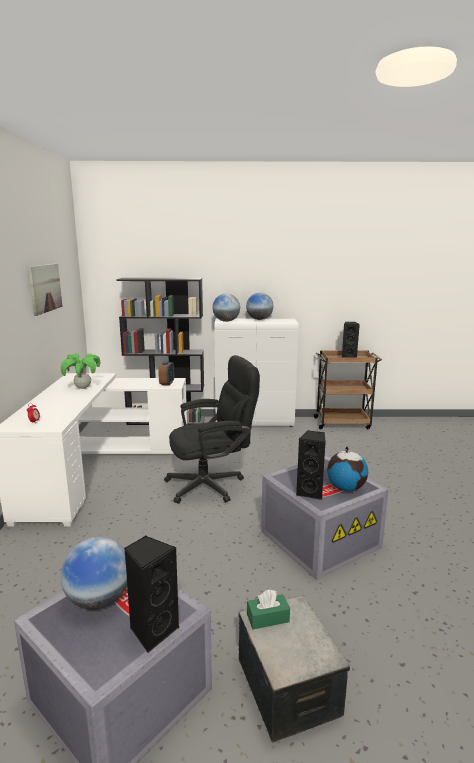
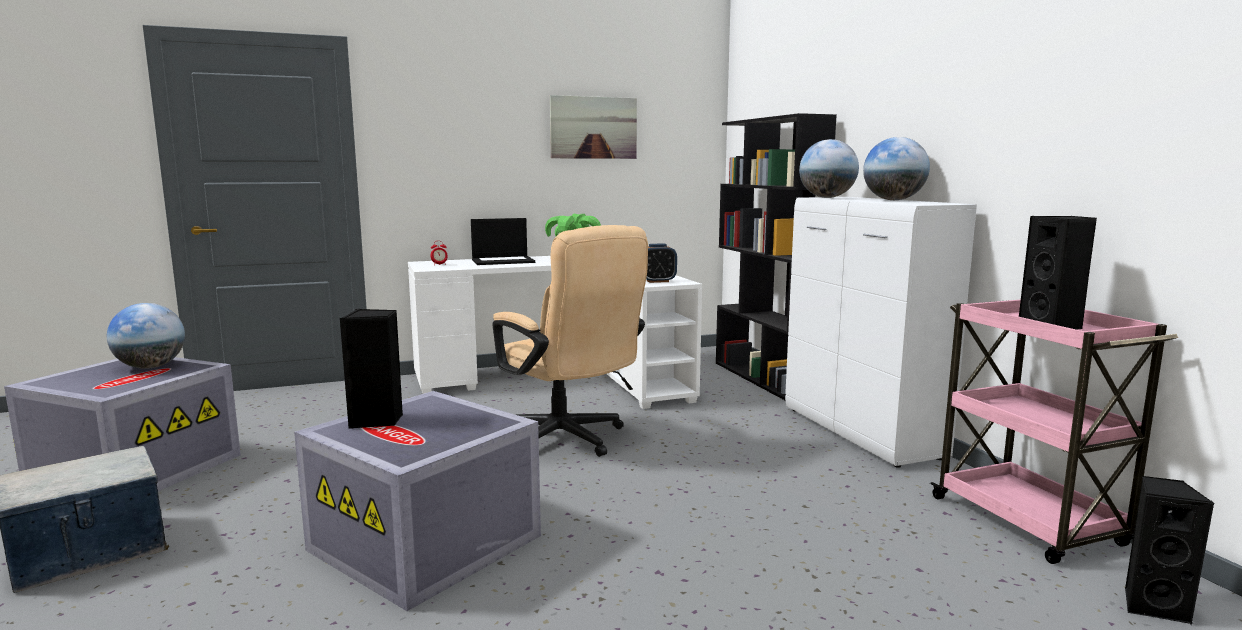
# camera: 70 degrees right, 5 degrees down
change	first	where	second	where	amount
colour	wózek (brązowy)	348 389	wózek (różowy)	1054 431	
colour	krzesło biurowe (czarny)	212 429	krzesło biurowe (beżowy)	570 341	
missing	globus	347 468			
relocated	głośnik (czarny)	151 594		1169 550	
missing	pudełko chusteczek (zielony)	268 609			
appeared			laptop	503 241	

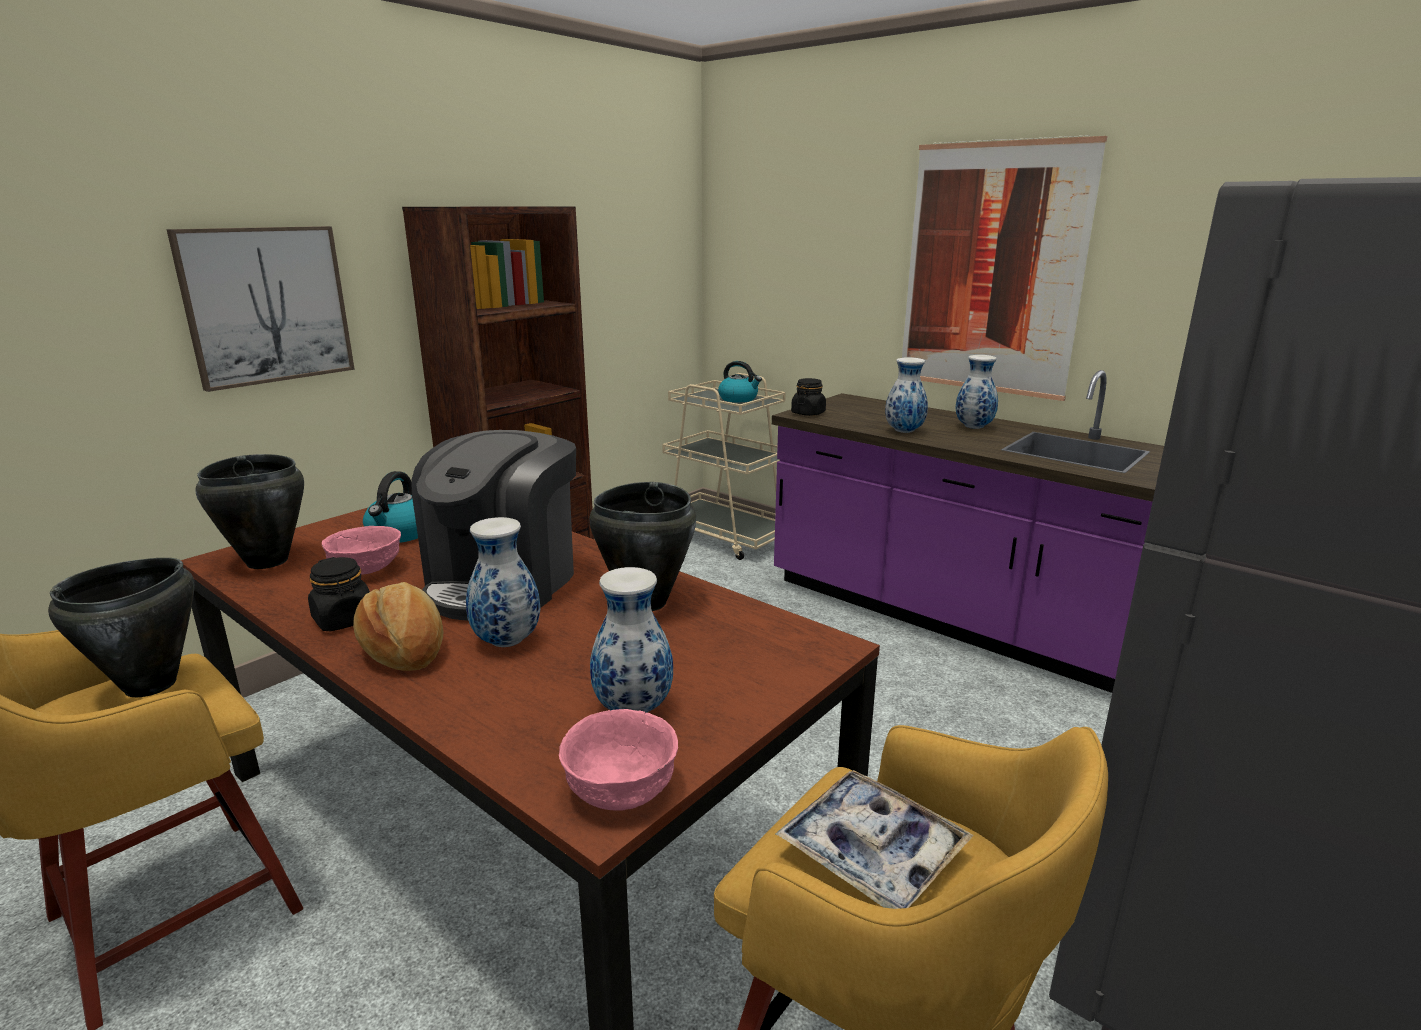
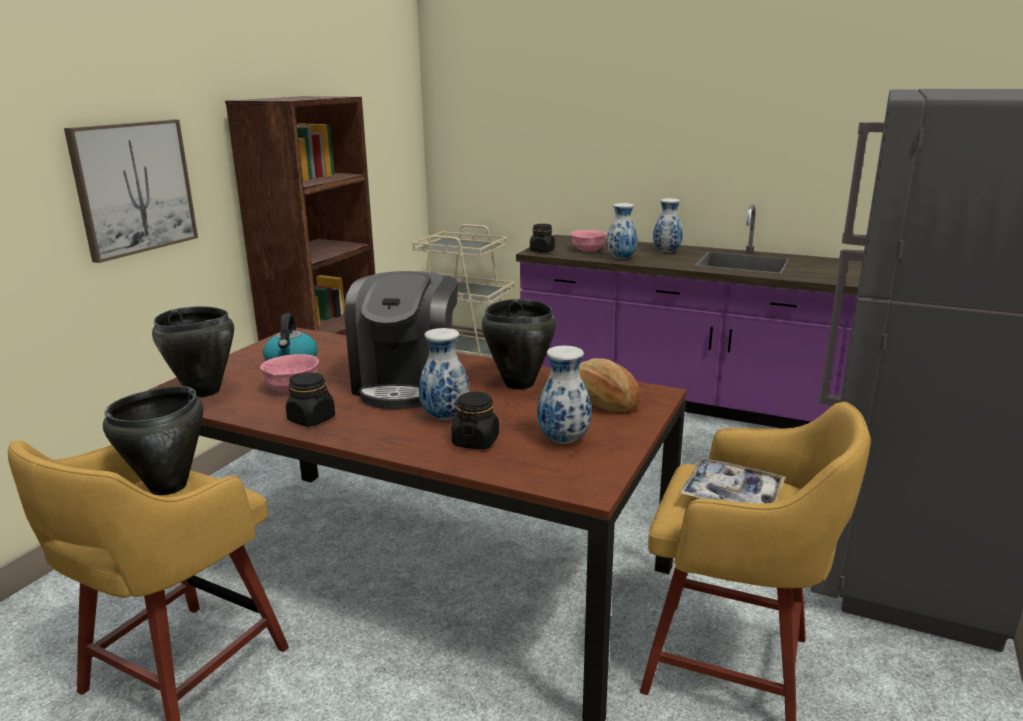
# camera: 15 degrees left, 0 degrees up
change	first	where	second	where	amount
missing	obraz	1004 268			
missing	czajnik	740 381			
relocated	chleb	398 626		610 385	
relocated	miska (różowy)	618 760		588 241	
appeared			słoik (czarny)	475 420	

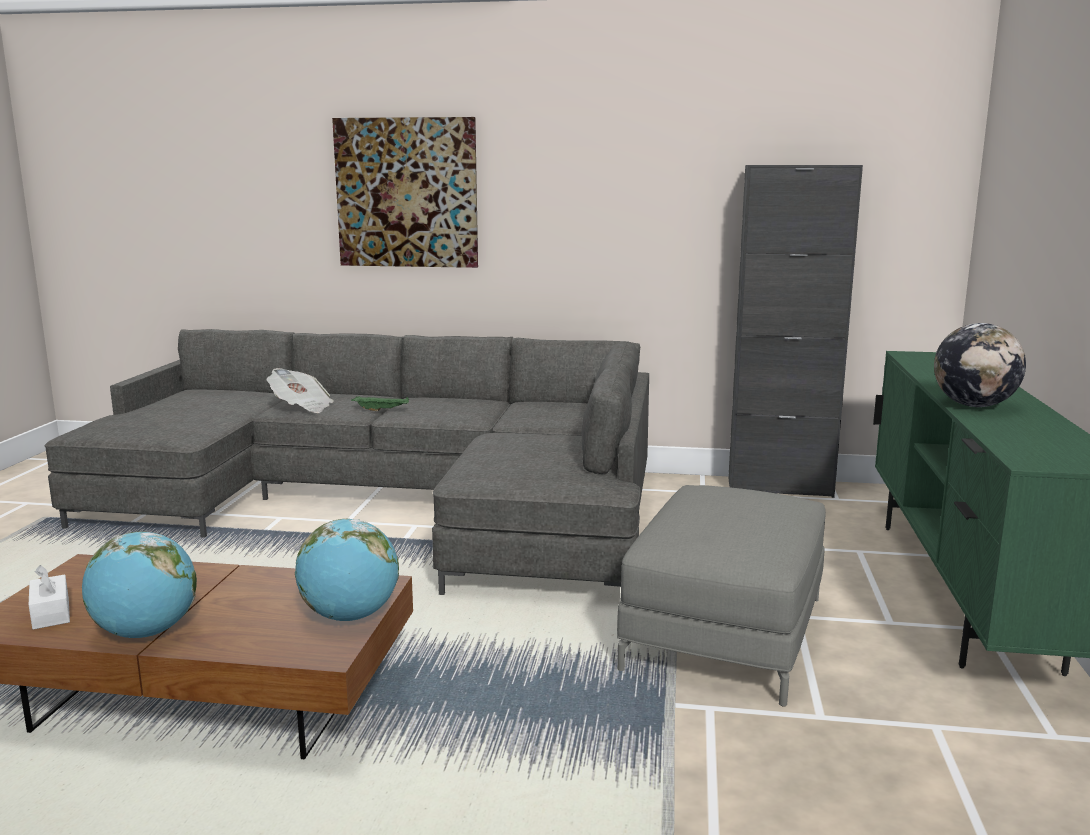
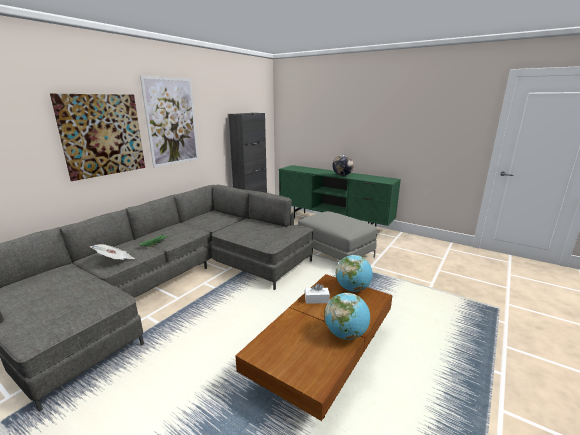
# camera: 65 degrees left, 5 degrees up
change	first	where	second	where	amount
relocated	pudełko chusteczek (biały)	49 597		317 293	
appeared			obraz	169 121	

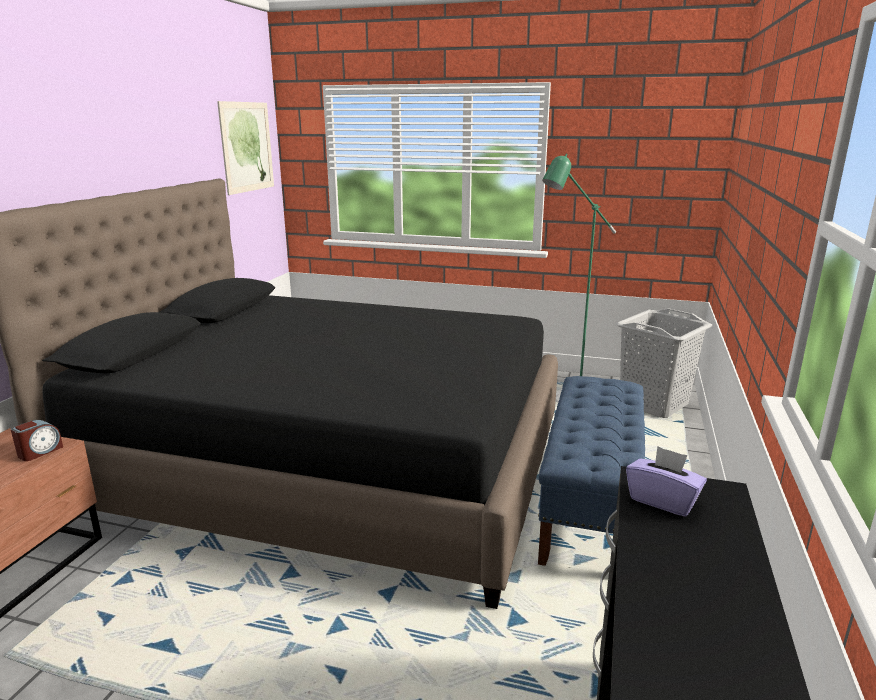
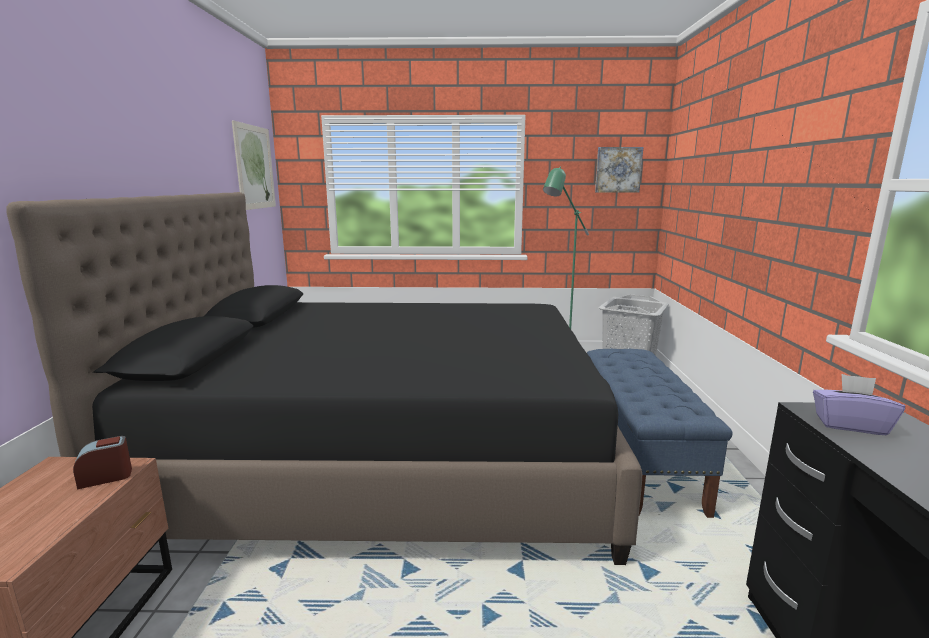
# camera: 15 degrees left, 5 degrees down
change	first	where	second	where	amount
spun	budzik	37 440		102 462	135 degrees counterclockwise
appeared			obraz	619 170	

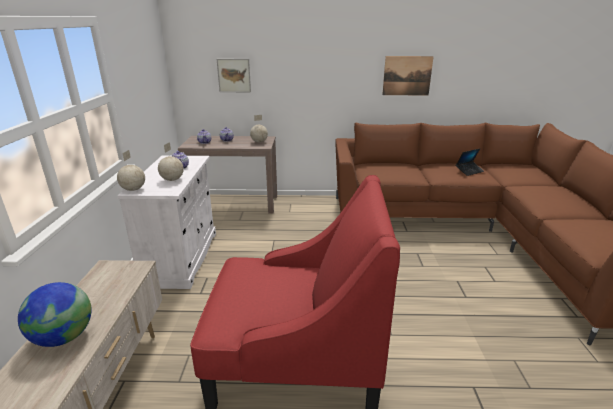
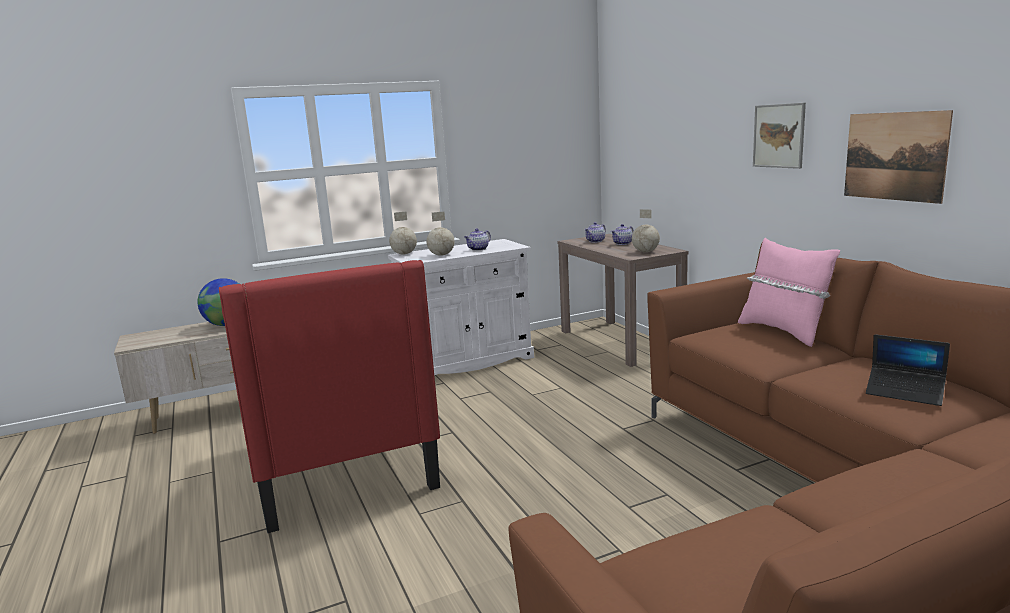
# camera: 65 degrees right, 10 degrees down
change	first	where	second	where	amount
relocated	obraz	234 75		779 136	
appeared			poduszka (różowy)	789 292	

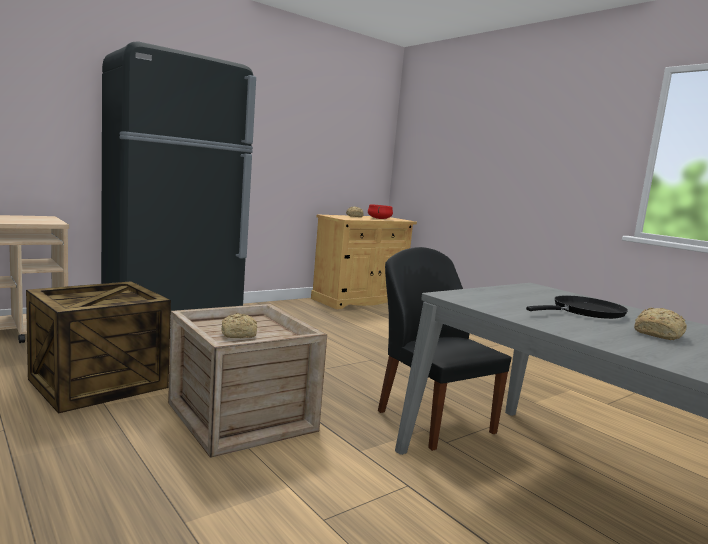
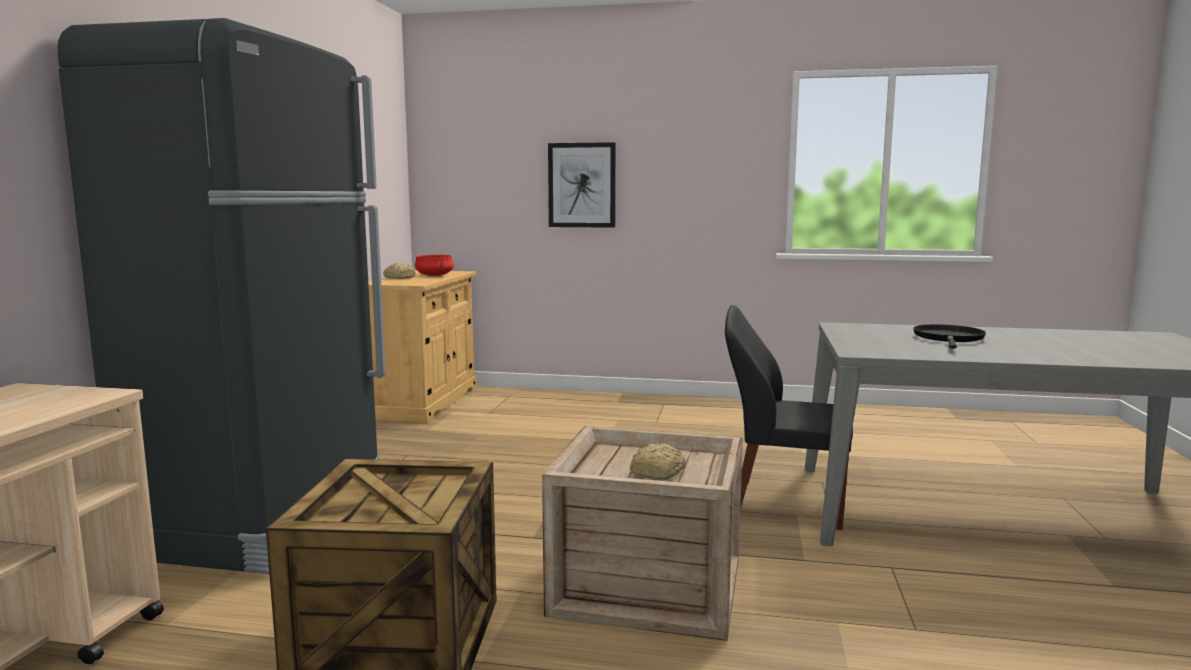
# camera: 40 degrees left, 0 degrees up
change	first	where	second	where	amount
missing	chleb	660 323			
appeared			obraz	582 185	

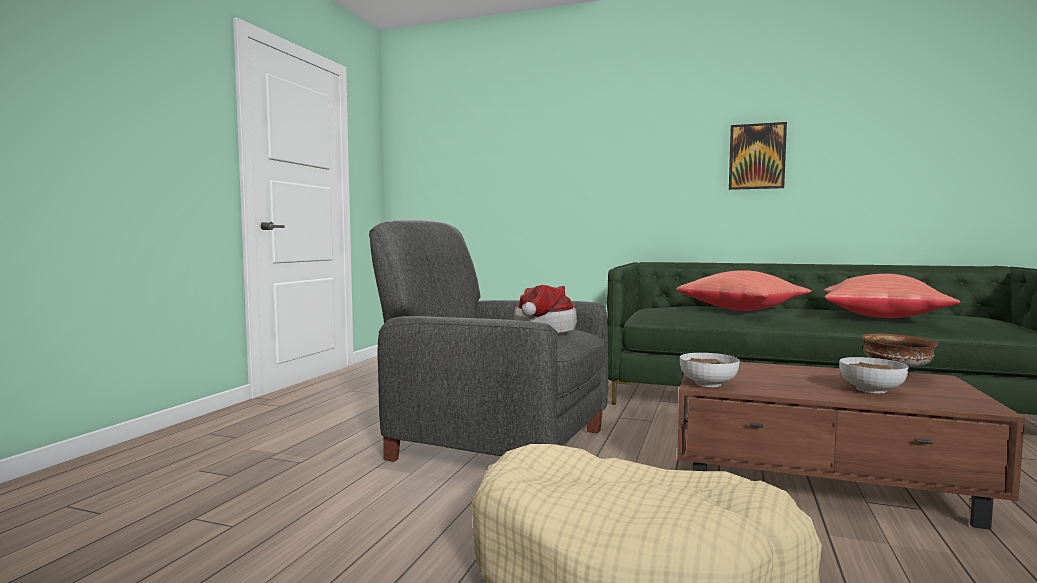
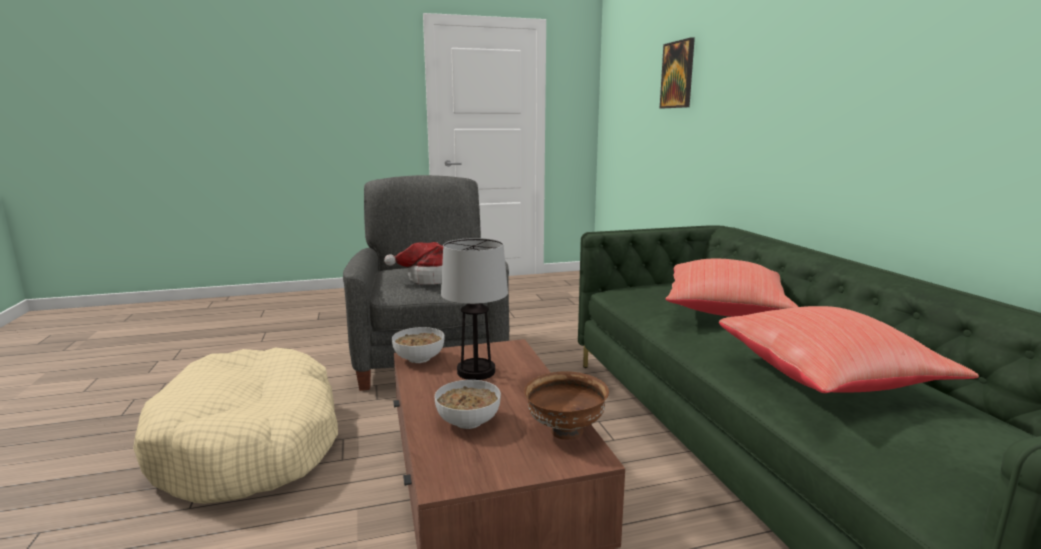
# camera: 55 degrees right, 10 degrees up
change	first	where	second	where	amount
relocated	obraz	758 156		677 72	
appeared			lampa stołowa	474 309	

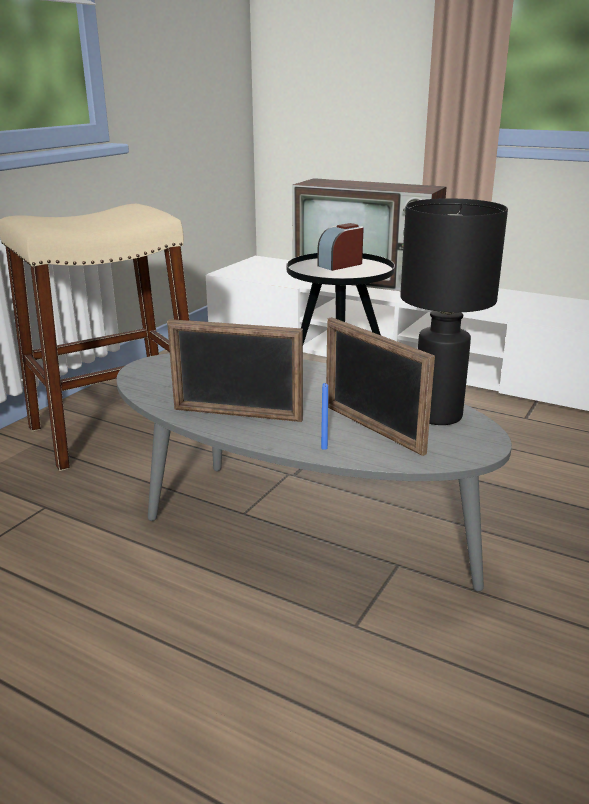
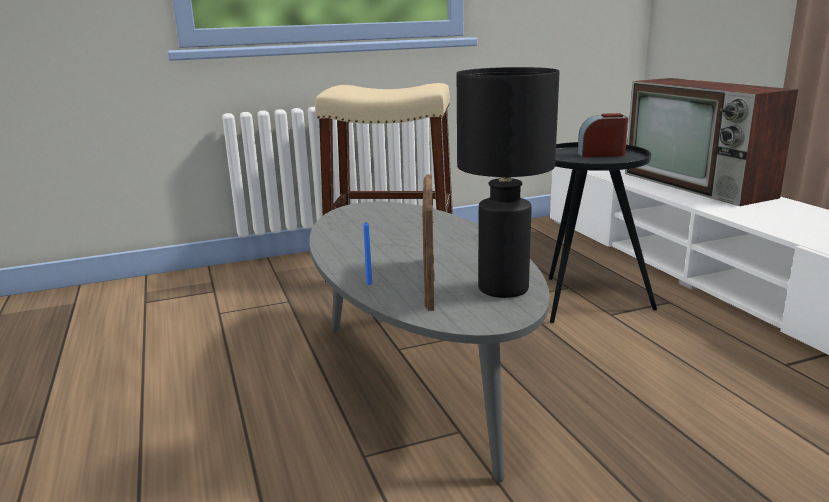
# camera: 40 degrees right, 5 degrees down
change	first	where	second	where	amount
missing	ramka na zdjęcie	235 370			

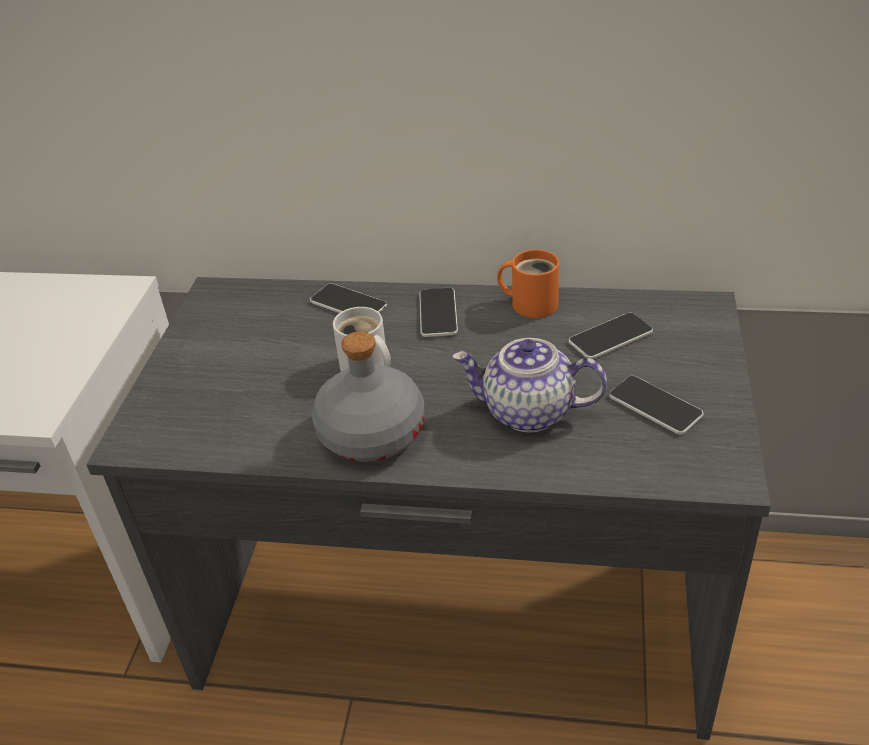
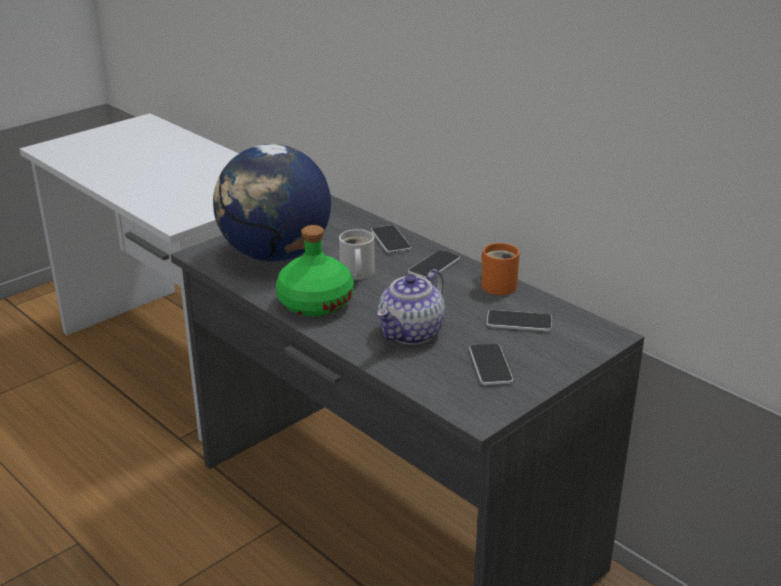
# camera: 35 degrees right, 10 degrees down
change	first	where	second	where	amount
colour	butelka (szary)	368 396	butelka (zielony)	315 271	
spun	imbryk	529 385		411 307	105 degrees counterclockwise
appeared			globus	272 203	

